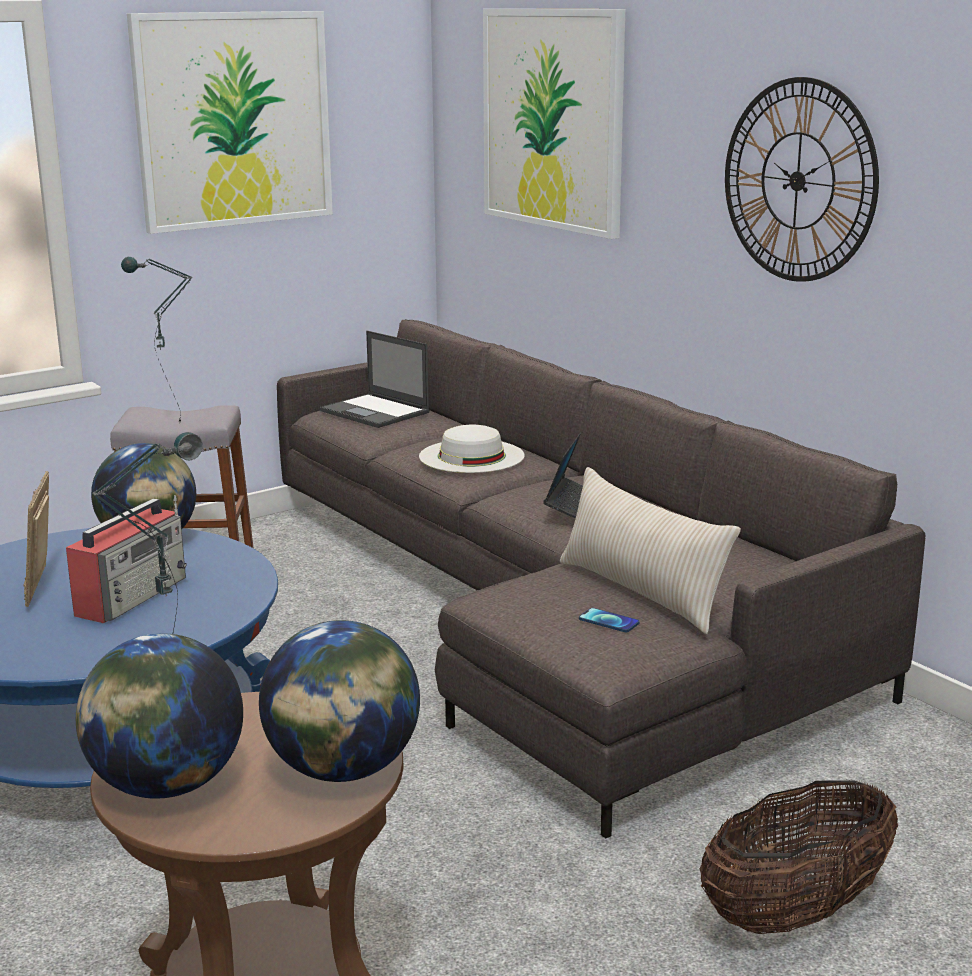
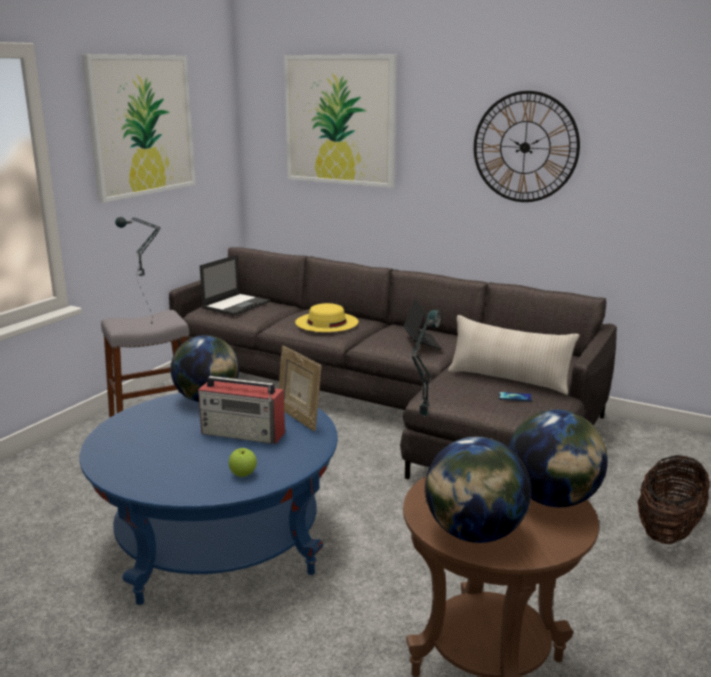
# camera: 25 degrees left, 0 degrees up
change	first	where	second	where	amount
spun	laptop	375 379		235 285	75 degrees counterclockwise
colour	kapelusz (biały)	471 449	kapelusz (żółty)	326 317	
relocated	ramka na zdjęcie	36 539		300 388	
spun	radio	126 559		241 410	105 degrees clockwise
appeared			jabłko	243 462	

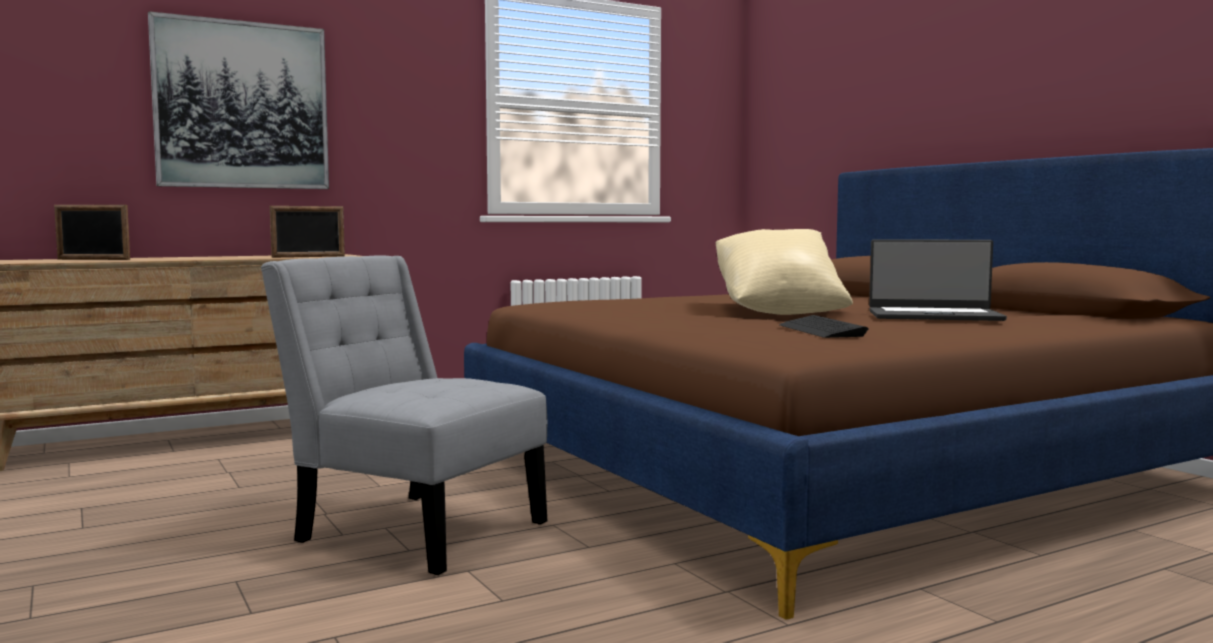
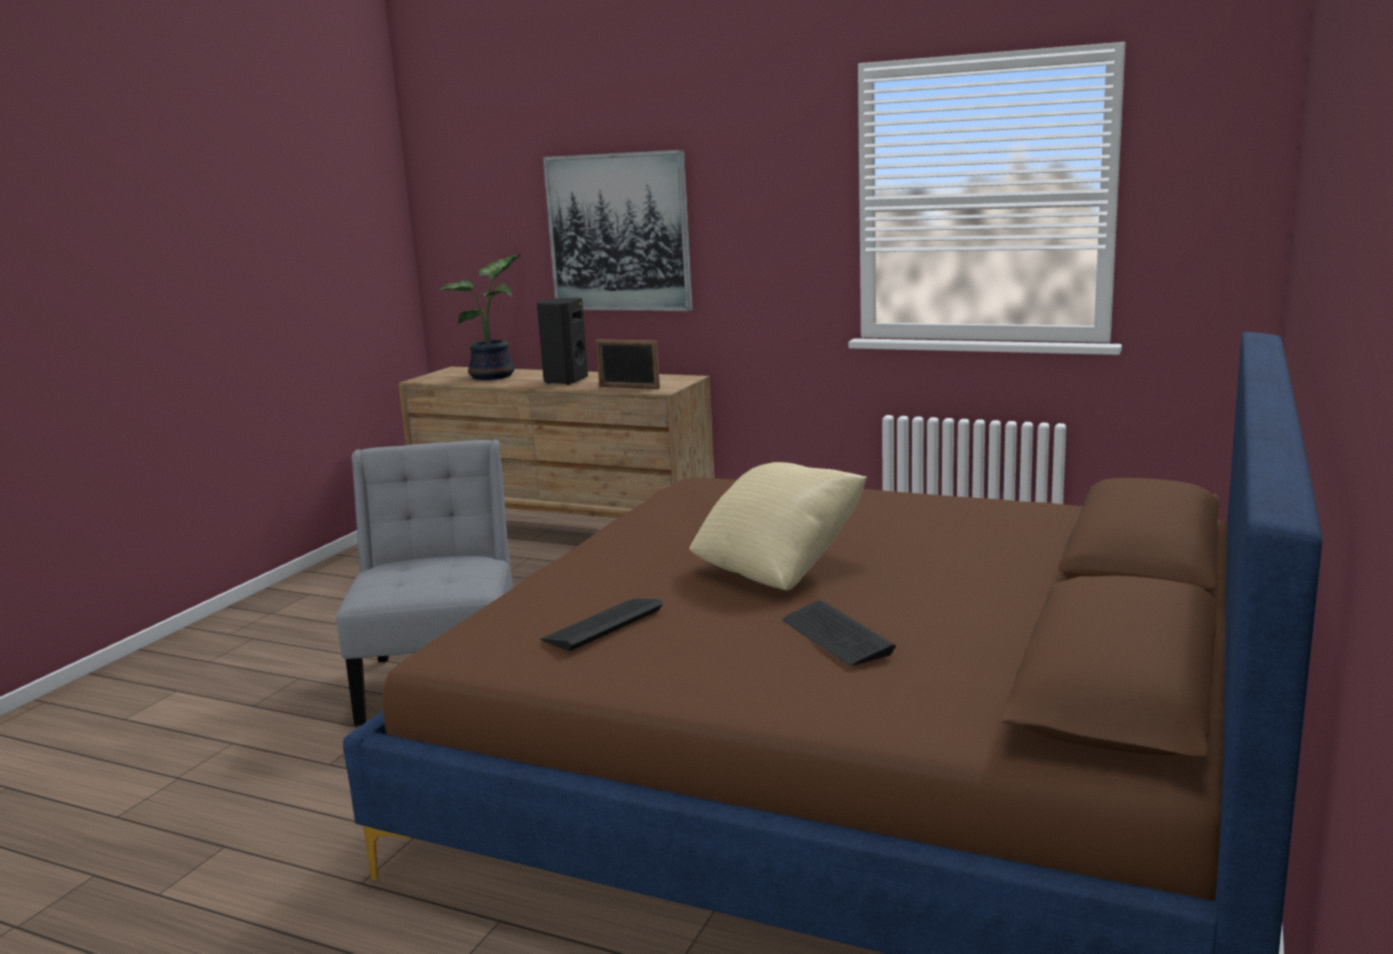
# camera: 55 degrees right, 10 degrees up
change	first	where	second	where	amount
exchanged	ramka na zdjęcie	92 232	roślina doniczkowa	480 317	
exchanged	laptop	938 280	klawiatura	839 633	
appeared			głośnik (czarny)	562 341	

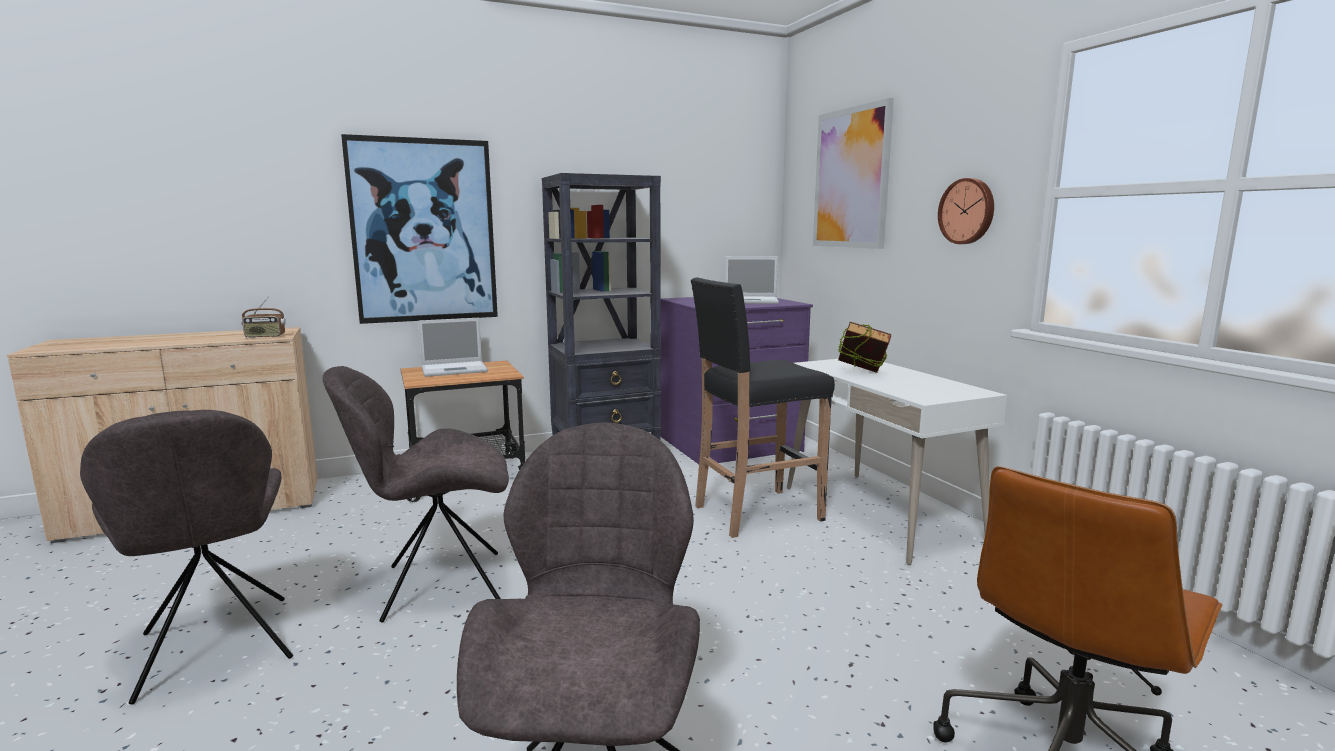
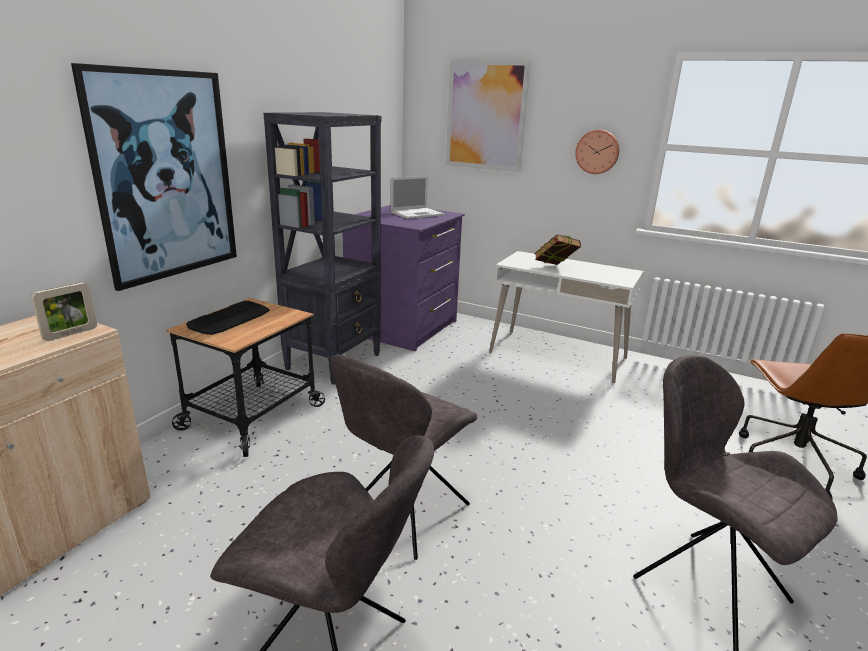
# camera: 40 degrees left, 10 degrees up
change	first	where	second	where	amount
missing	stołek (czarny)	763 407			
exchanged	radio	263 317	ramka na zdjęcie	64 311	
exchanged	laptop	453 347	klawiatura	228 318	

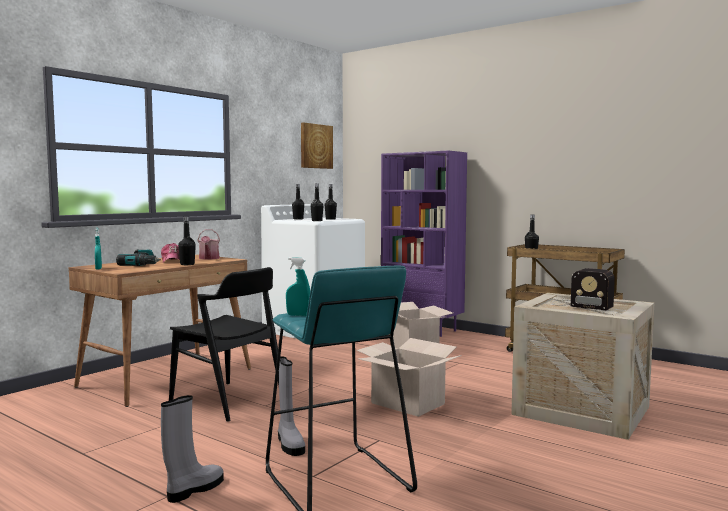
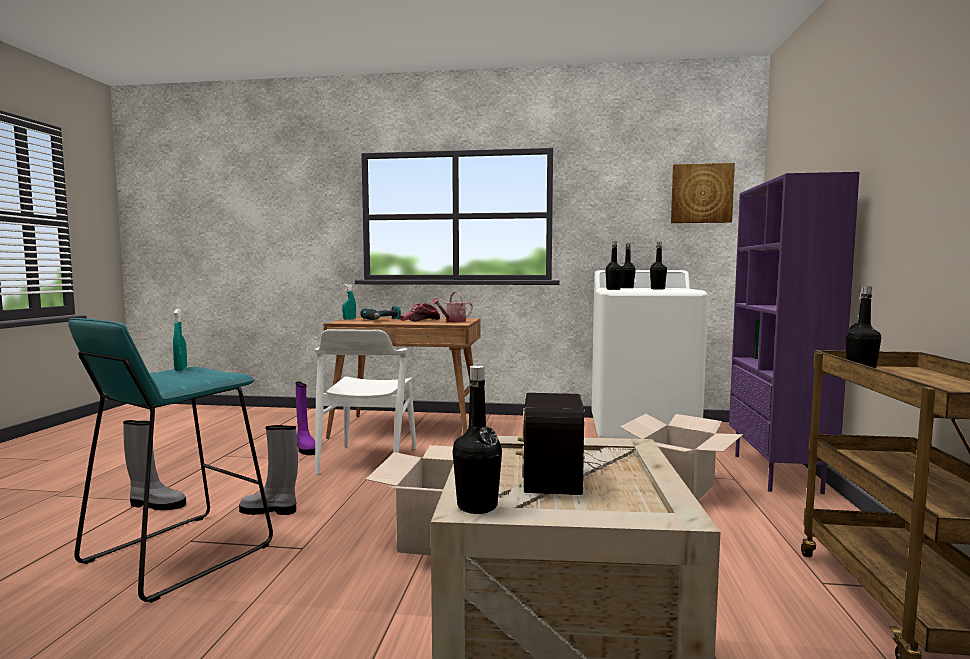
# camera: 60 degrees right, 0 degrees up
change	first	where	second	where	amount
relocated	butelka (czarny)	187 241		477 439	
colour	krzesło (czarny)	224 344	krzesło (biały)	365 402	
spun	but z cholewką (szary)	291 406		268 470	60 degrees clockwise
appeared			but z cholewką (fioletowy)	305 418	

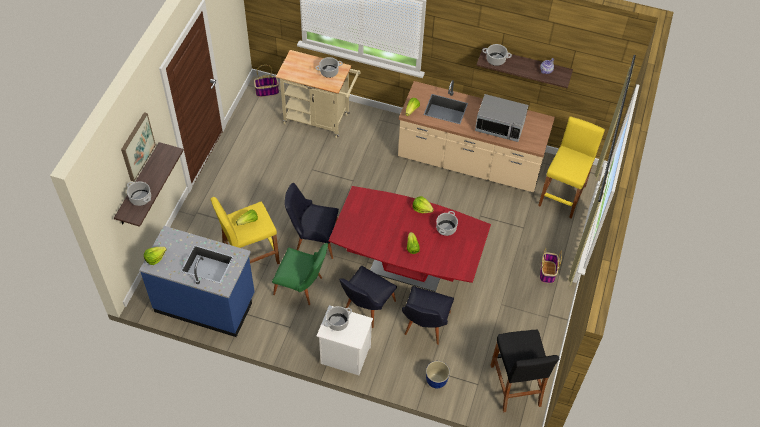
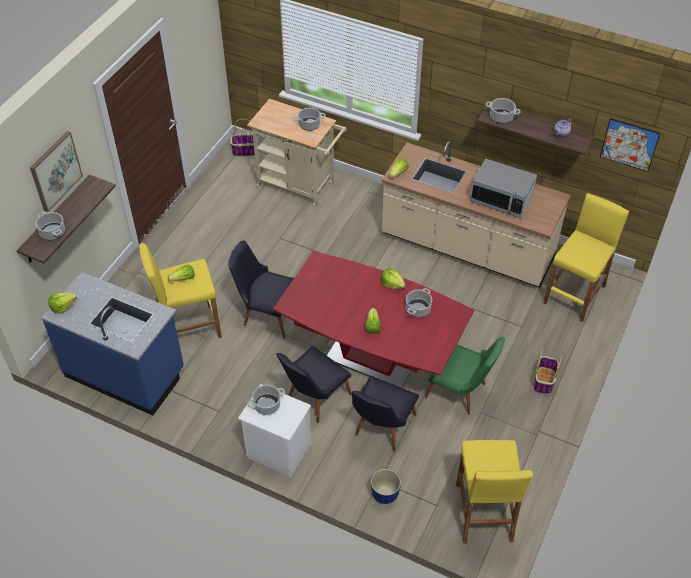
# camera: 10 degrees right, 5 degrees down
change	first	where	second	where	amount
relocated	krzesło (zielony)	300 274		465 376	
colour	stołek (czarny)	524 371	stołek (żółty)	494 492	
appeared			obraz	630 145	

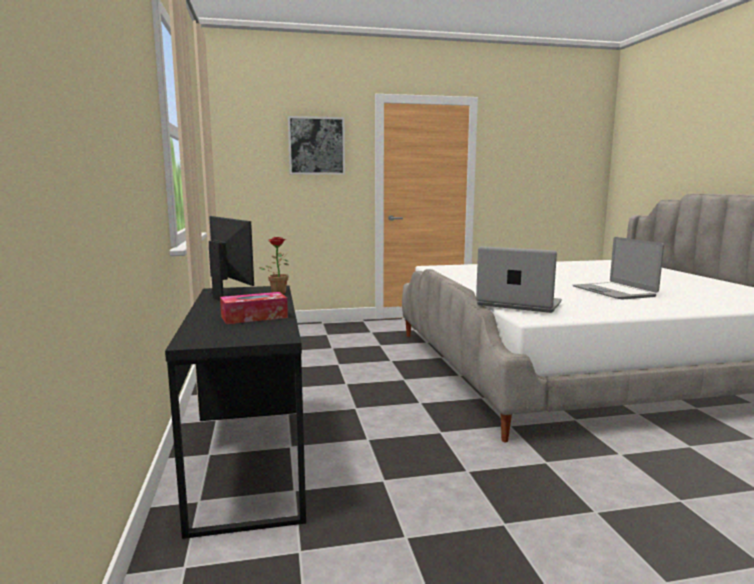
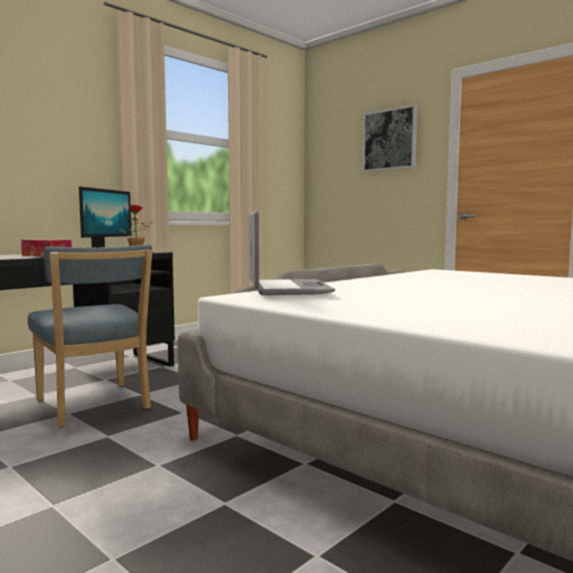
# camera: 55 degrees right, 5 degrees down
change	first	where	second	where	amount
missing	laptop	618 268			
appeared			krzesło (niebieski)	90 336	

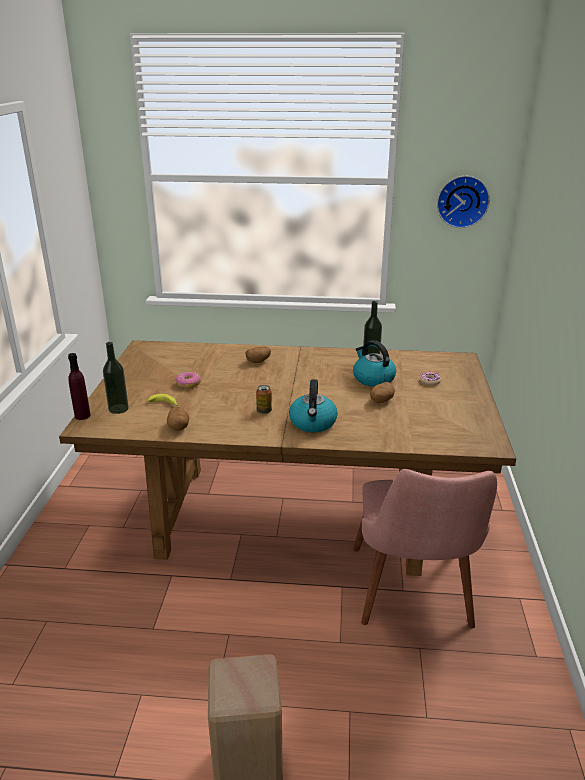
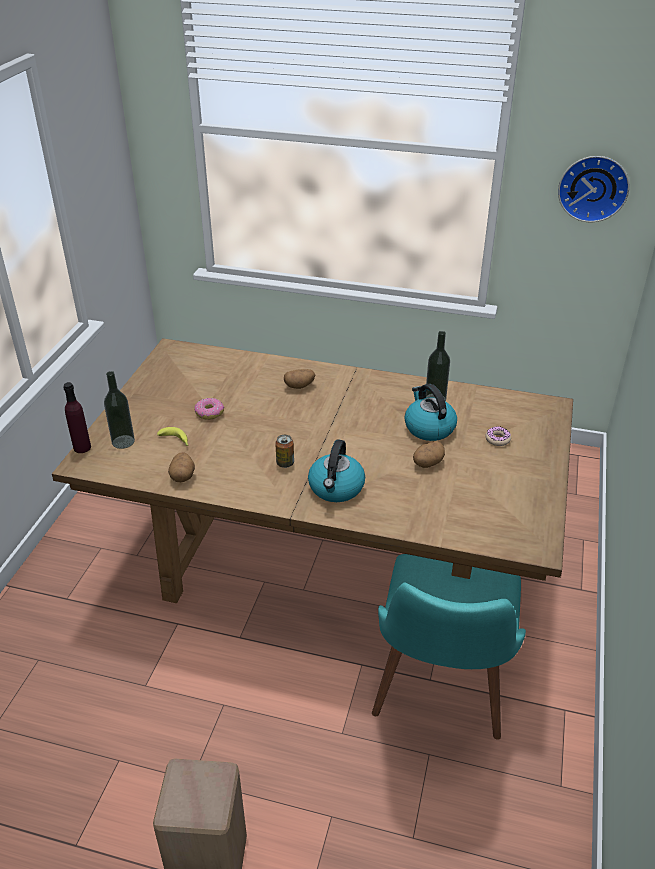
# camera: 10 degrees right, 10 degrees up
change	first	where	second	where	amount
colour	krzesło (różowy)	425 548	krzesło (turkusowy)	449 647	

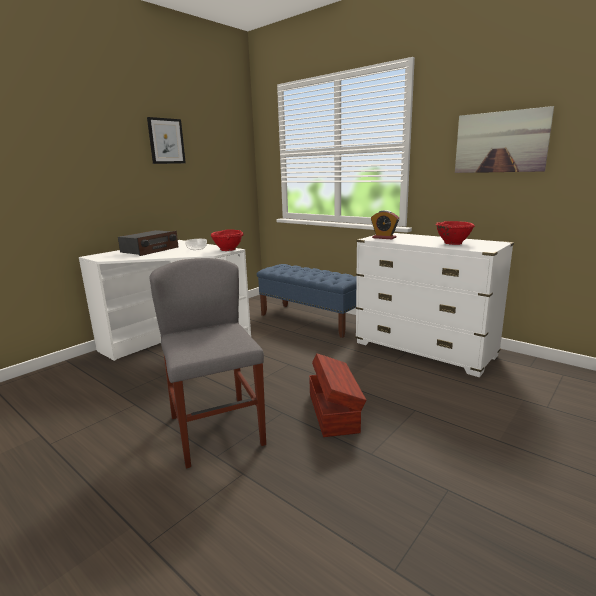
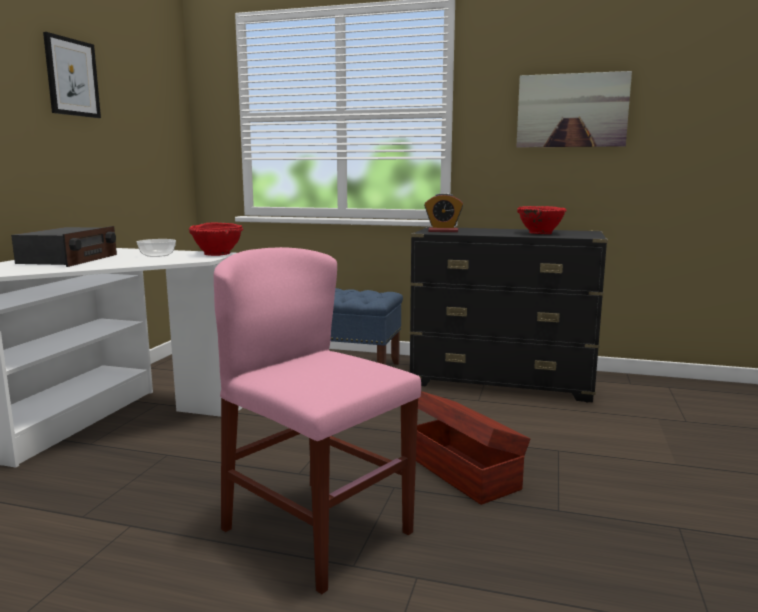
# camera: 25 degrees left, 5 degrees down
change	first	where	second	where	amount
colour	komoda (biały)	434 305	komoda (czarny)	509 314	
colour	krzesło (szary)	207 363	krzesło (różowy)	317 420	

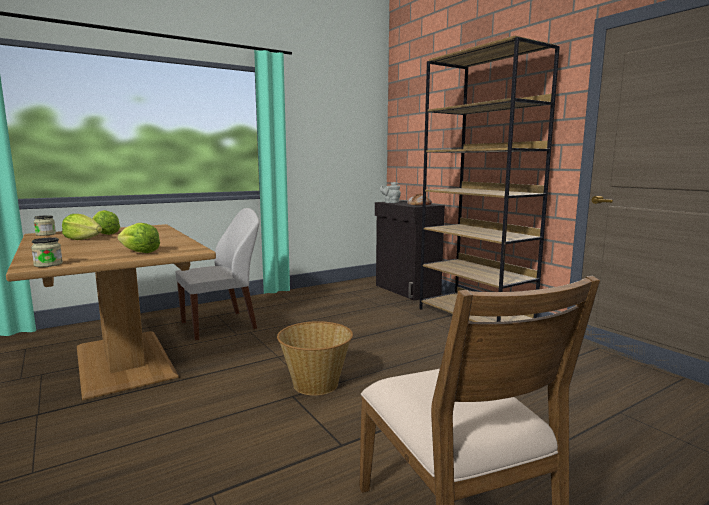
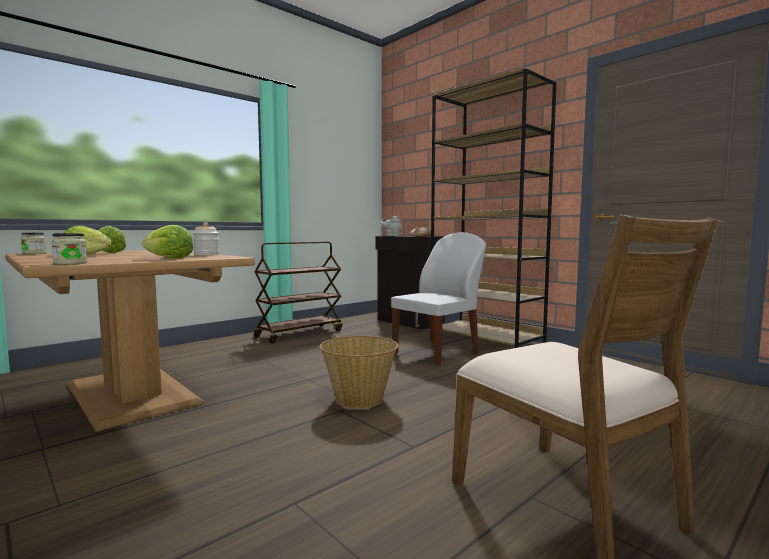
# camera: 10 degrees left, 5 degrees down
change	first	where	second	where	amount
relocated	krzesło (biały)	217 274		438 299	
appeared			słoik	206 238	
appeared			wózek (brązowy)	298 293	

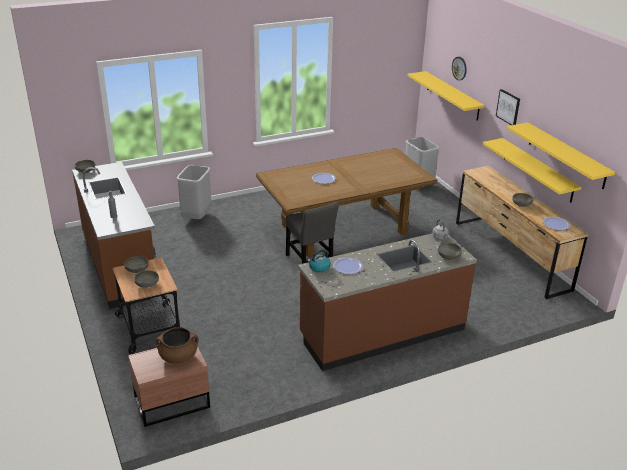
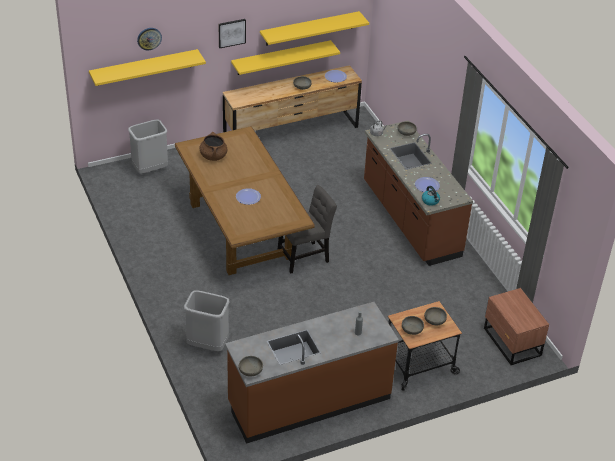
# camera: 90 degrees left, 10 degrees up
change	first	where	second	where	amount
relocated	garnek (brązowy)	177 345		213 146	

